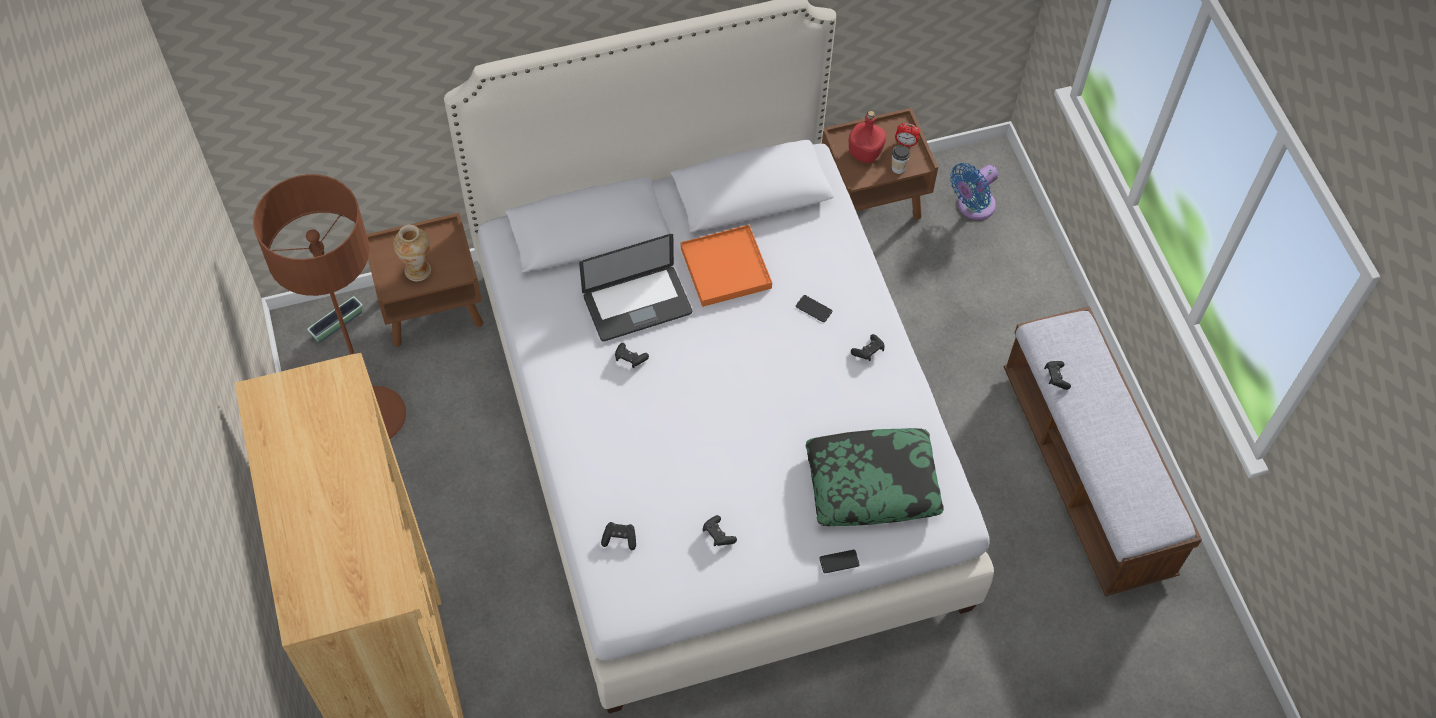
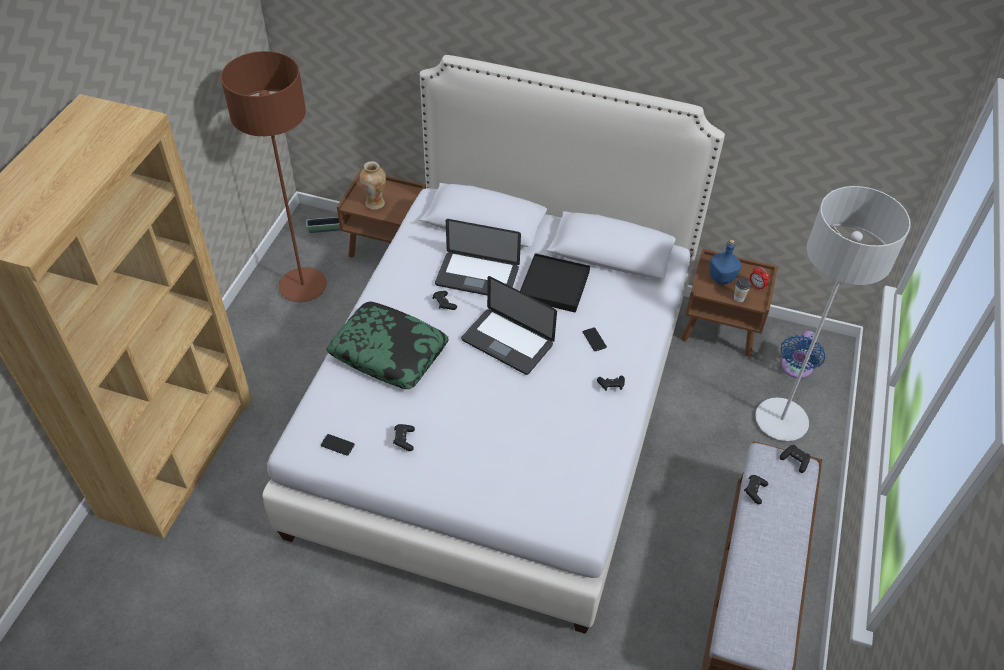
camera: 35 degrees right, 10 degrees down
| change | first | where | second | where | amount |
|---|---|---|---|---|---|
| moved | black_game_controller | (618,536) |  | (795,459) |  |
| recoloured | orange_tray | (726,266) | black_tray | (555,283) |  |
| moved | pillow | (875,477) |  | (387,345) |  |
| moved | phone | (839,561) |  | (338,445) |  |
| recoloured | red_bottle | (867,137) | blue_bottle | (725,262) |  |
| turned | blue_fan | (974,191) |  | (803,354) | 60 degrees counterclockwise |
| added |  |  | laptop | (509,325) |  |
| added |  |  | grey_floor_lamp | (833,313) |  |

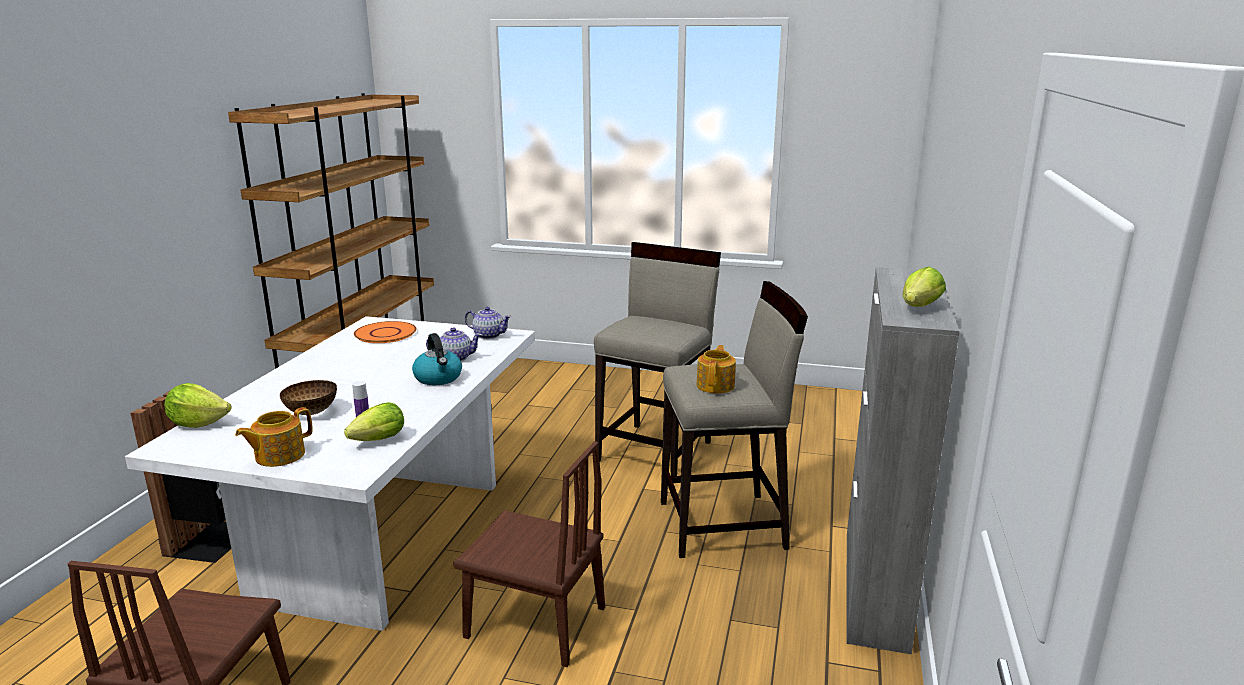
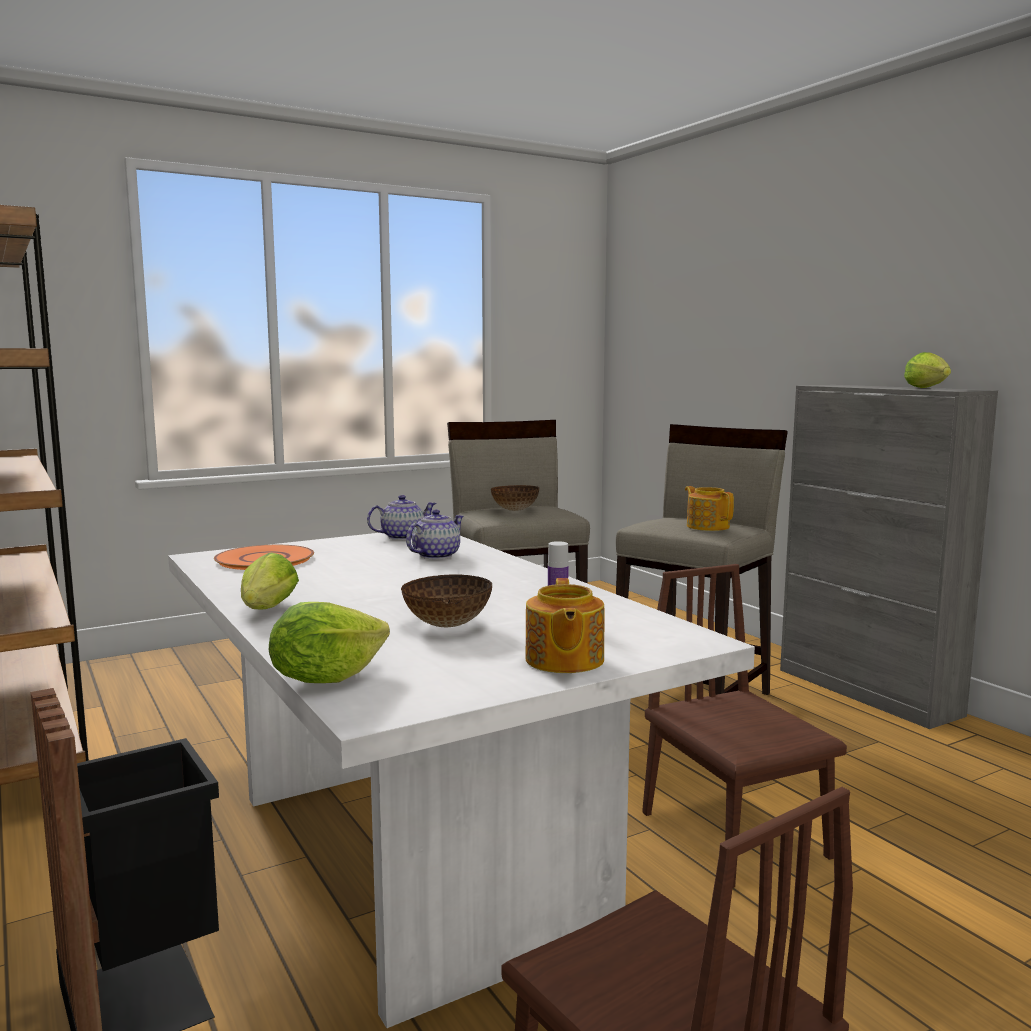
camera: 45 degrees left, 10 degrees down
| change | first | where | second | where | amount |
|---|---|---|---|---|---|
| moved | lettuce | (374,421) |  | (270,581) |  |
| removed | kettle | (437,359) |  |  |  |
| turned | brown_chair | (529,554) |  | (744,726) | 90 degrees counterclockwise |
| added |  |  | bowl | (515,498) |  |

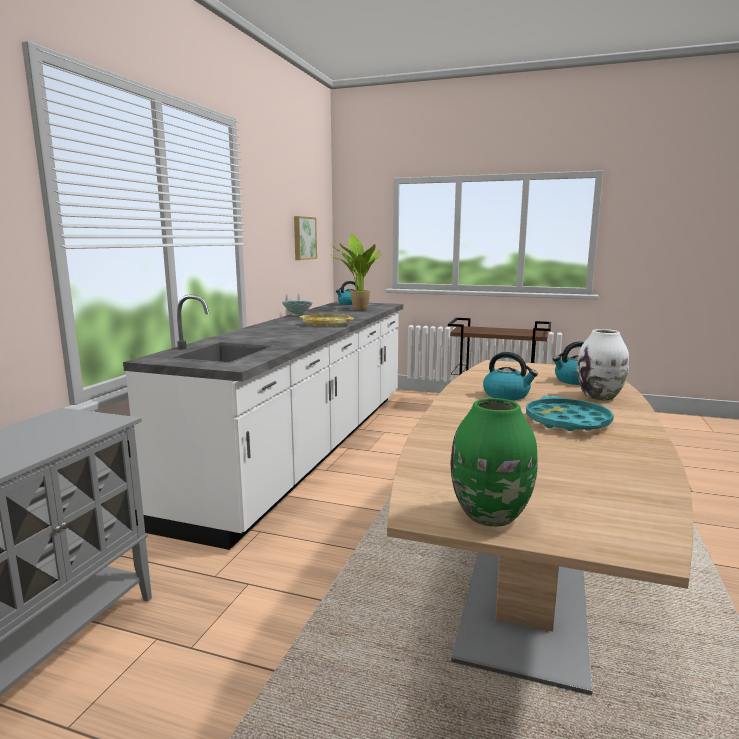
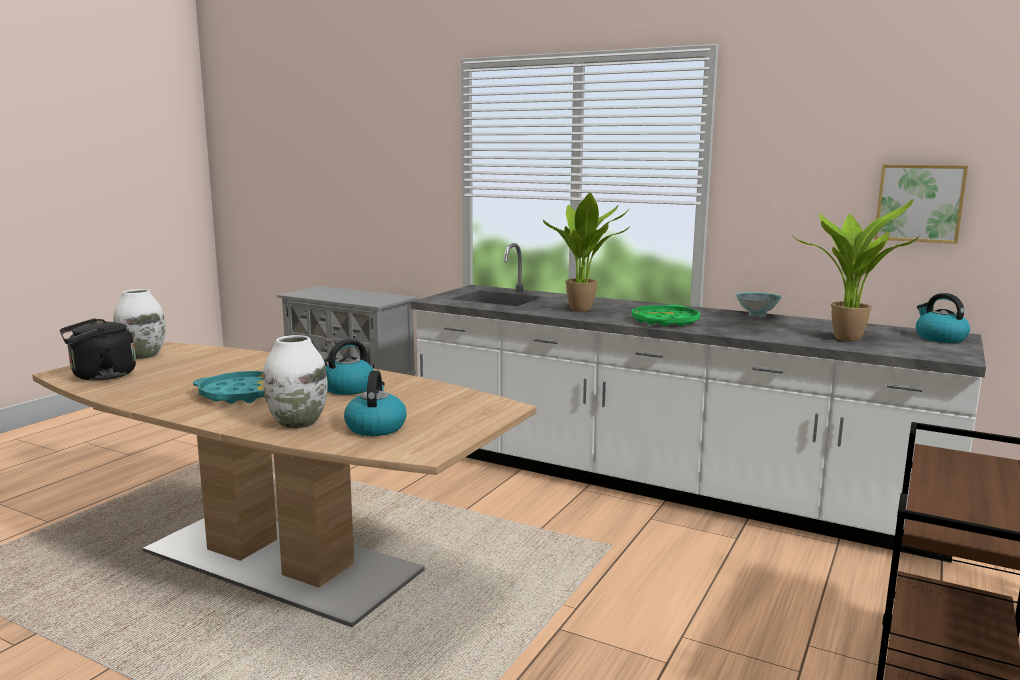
camera: 100 degrees right, 0 degrees up
| change | first | where | second | where | amount |
|---|---|---|---|---|---|
| recoloured | yellow_tray | (327,320) | green_tray | (666,315) |  |
| recoloured | green_vase | (494,462) | white_vase | (139,324) |  |
| added |  |  | black_kettle | (98,349) |  |
| added |  |  | potted_plant | (586,252) |  |

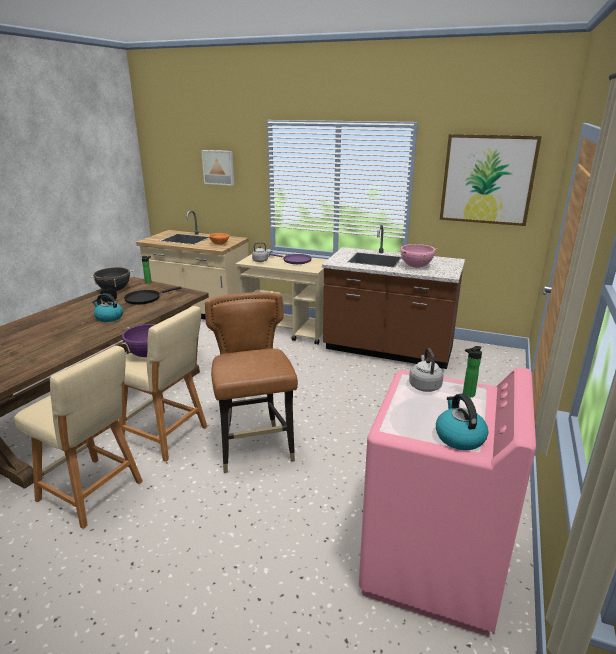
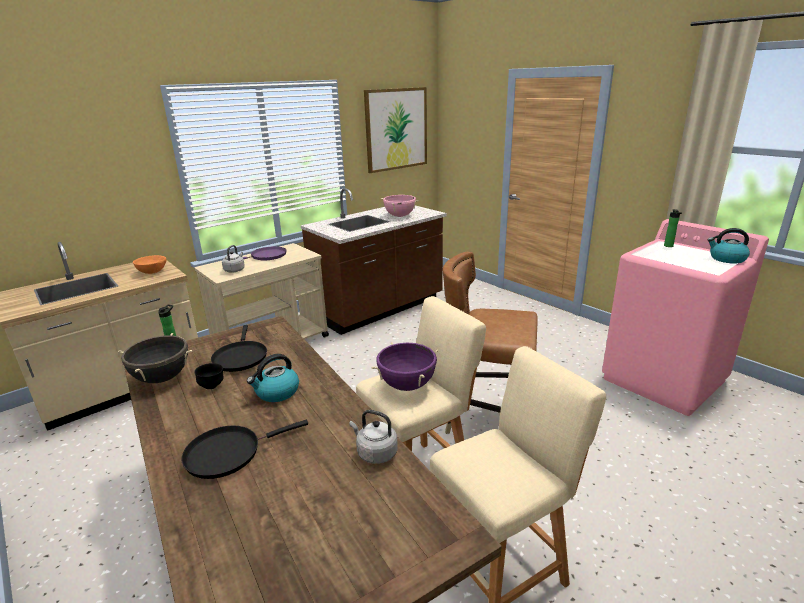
camera: 60 degrees left, 0 degrees up
| change | first | where | second | where | amount |
|---|---|---|---|---|---|
| removed | picture | (217,168) |  |  |  |
| moved | grey_kettle | (426,370) |  | (373,437) |  |
| added |  |  | black_frying_pan | (245,449) |  |

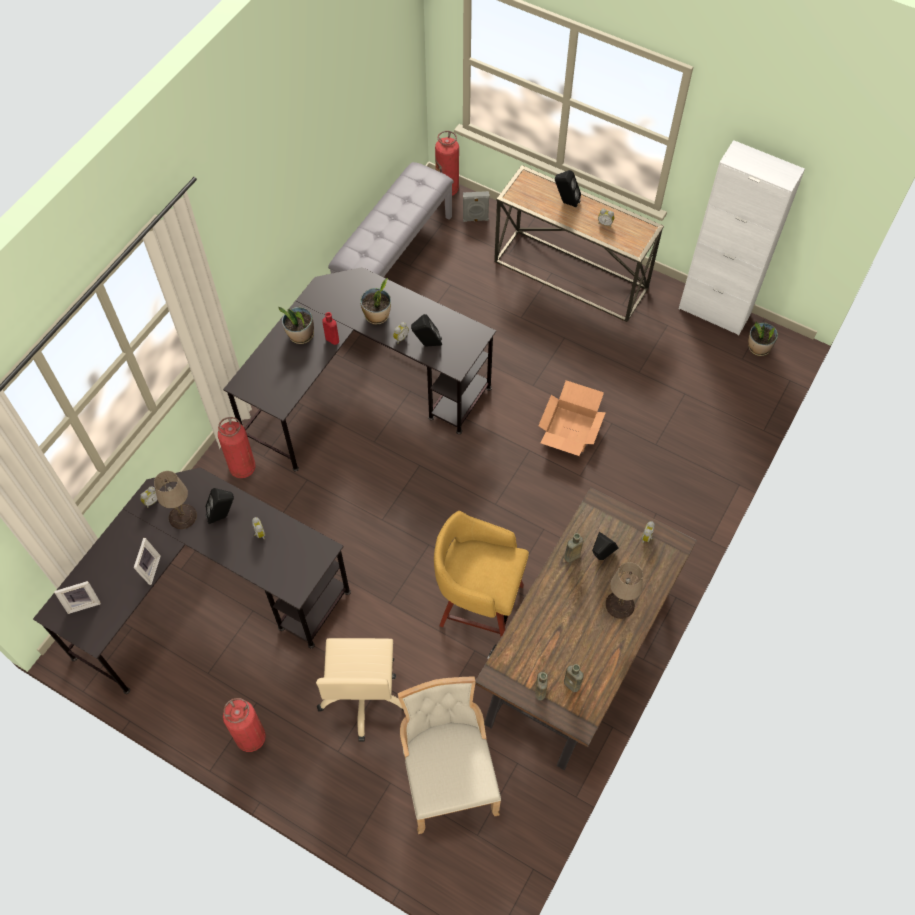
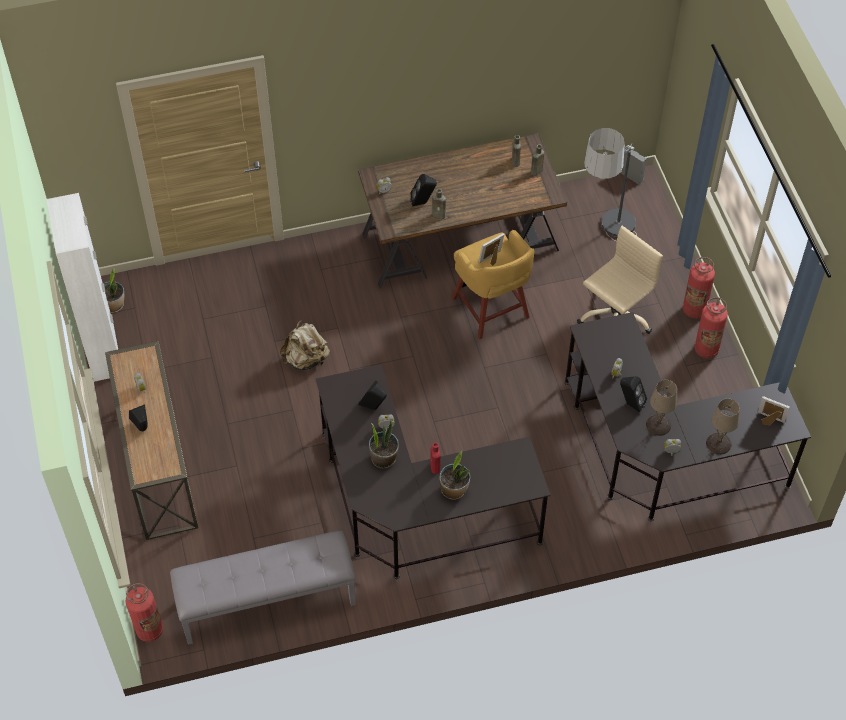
camera: 135 degrees left, 5 degrees down
| change | first | where | second | where | amount |
|---|---|---|---|---|---|
| moved | picture_frame | (147,561) |  | (491,250) |  |
| moved | fire_extinguisher | (237,447) |  | (699,287) |  |
| replaced | beige_chair | (449,755) | floor_lamp | (610,185) |  |
| moved | grey_speaker | (476,206) |  | (633,165) |  |
| replaced | cardboard_box | (572,418) | beige_backpack | (305,345) |  |
| moved | beige_table_lamp | (624,590) |  | (723,427) |  |

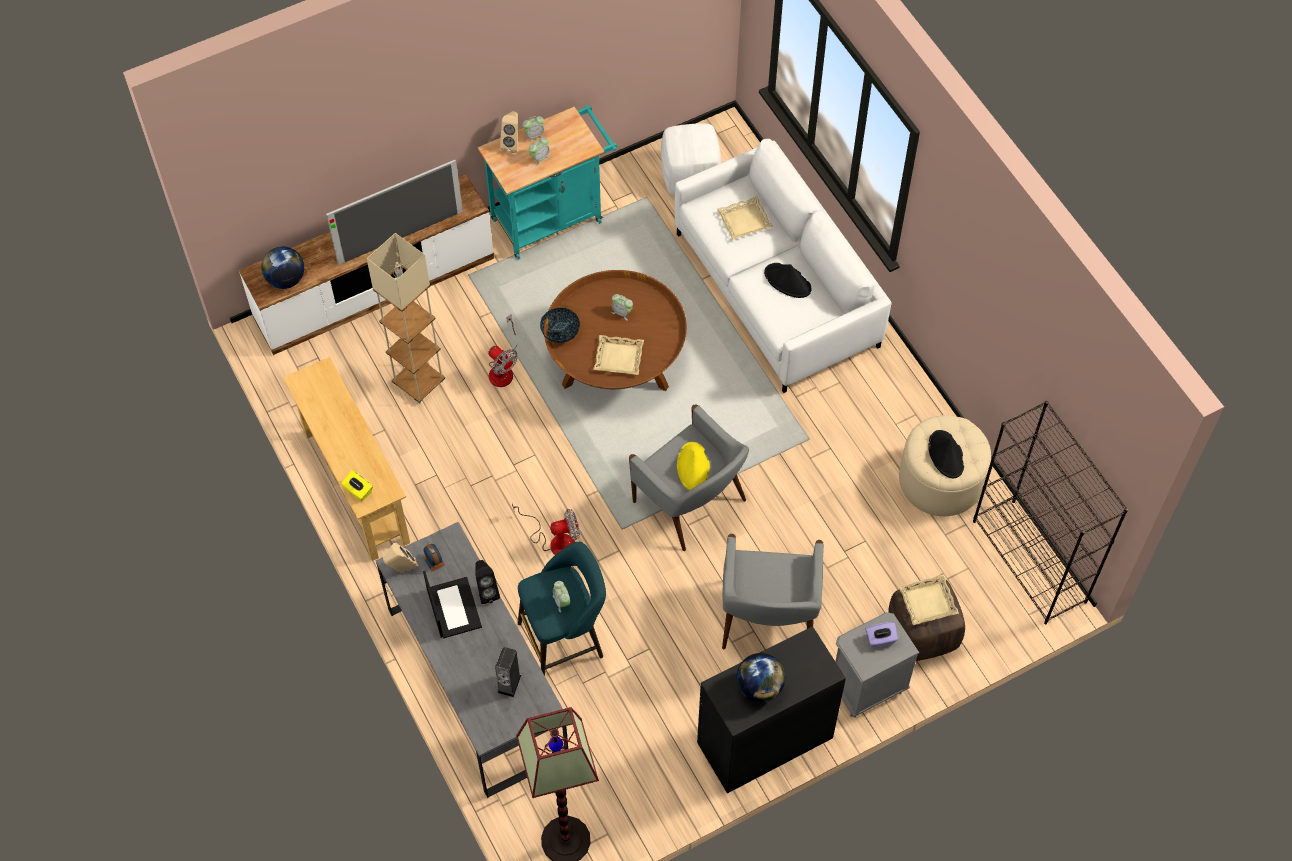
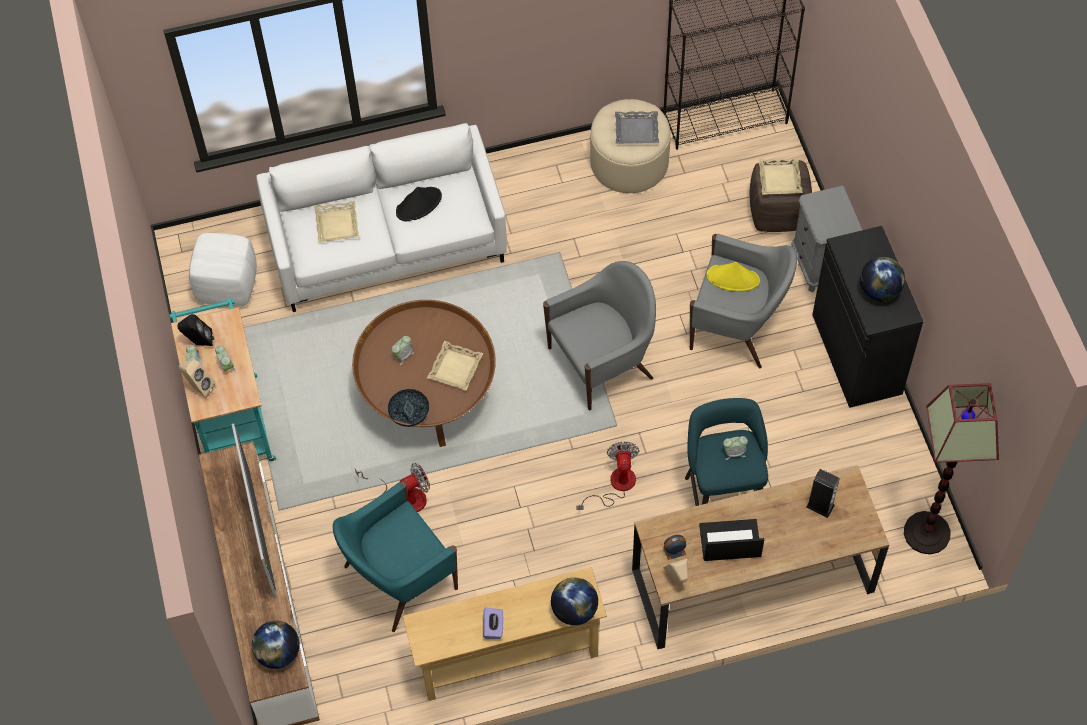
camera: 75 degrees left, 0 degrees up
| change | first | where | second | where | amount |
|---|---|---|---|---|---|
| replaced | yellow_tissue_box | (357,485) | globe | (574,601) |  |
| replaced | beige_floor_lamp | (406,318) | turquoise_armchair | (395,557) |  |
| recoloured | grey_desk | (472,660) | brown_desk | (760,557) |  |
| moved | black_speaker | (488,582) |  | (196,330) |  |
| moved | yellow_hat | (693,466) |  | (733,277) |  |
| moved | purple_tissue_box | (881,634) |  | (493,623) |  |
| replaced | black_hat | (946,454) | grey_tray | (637,127) |  |

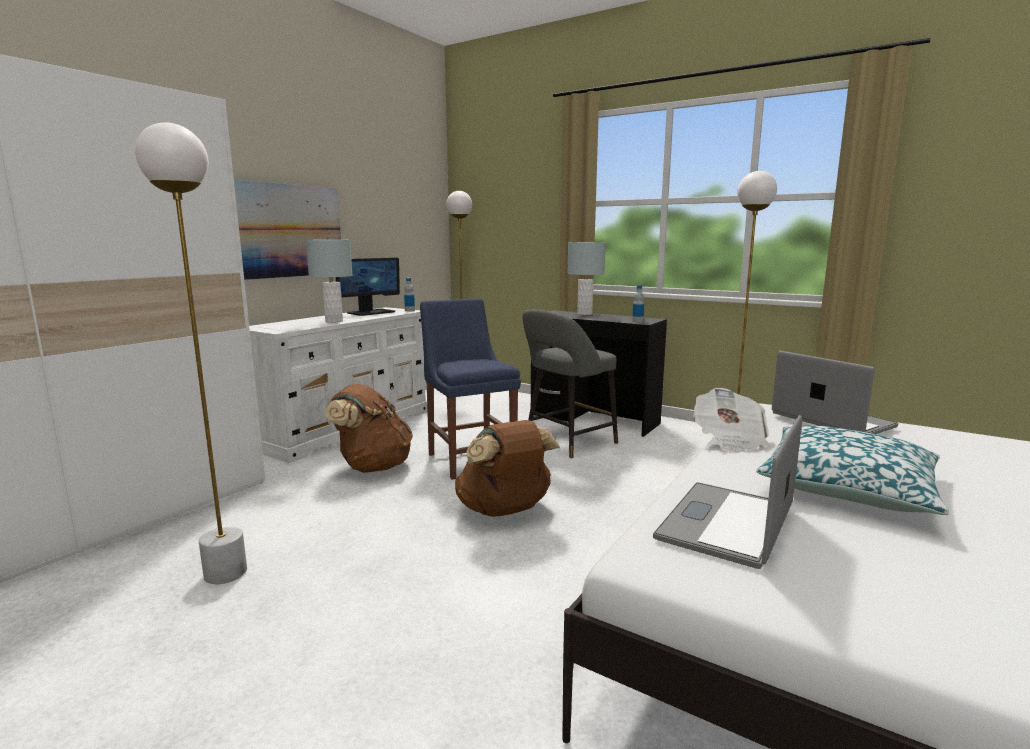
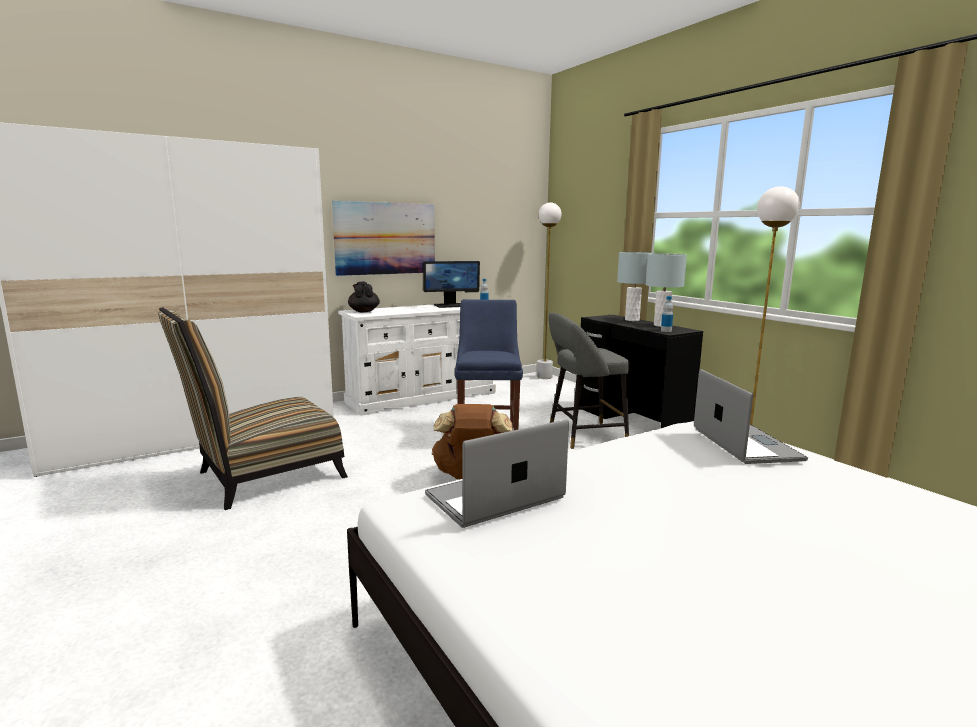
camera: 25 degrees right, 0 degrees up
| change | first | where | second | where | amount |
|---|---|---|---|---|---|
| replaced | white_floor_lamp | (191,353) | chair | (253,408) |  |
| moved | grey_table_lamp | (329,281) |  | (666,290) |  |
| removed | brown_backpack | (369,428) |  |  |  |
| removed | newspaper | (731,420) |  |  |  |
| removed | pillow | (853,470) |  |  |  |
| added |  |  | black_teapot | (364,297) |  |

